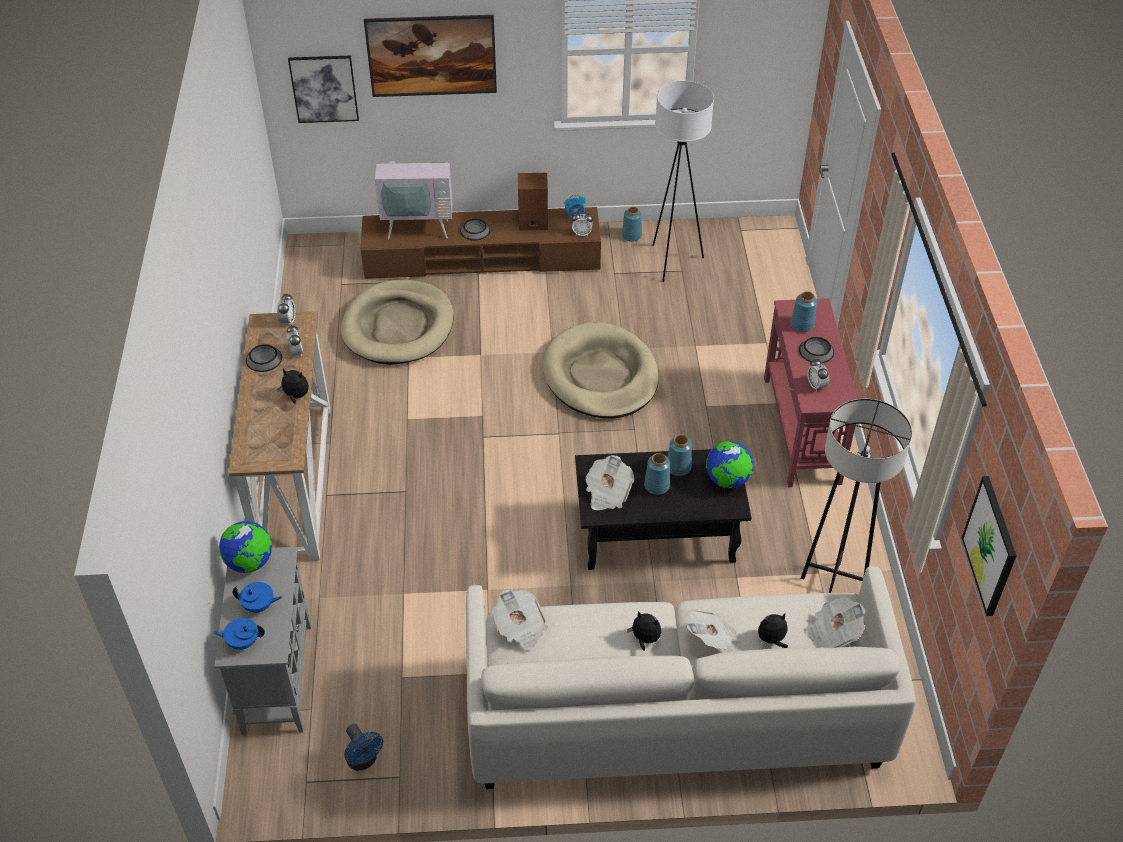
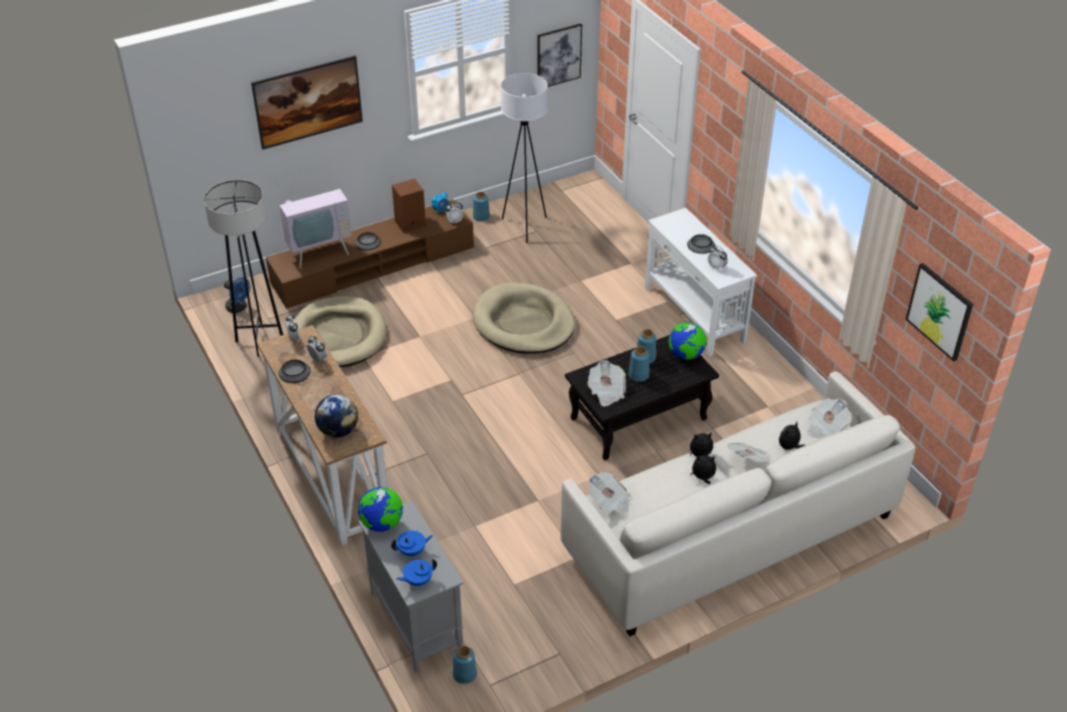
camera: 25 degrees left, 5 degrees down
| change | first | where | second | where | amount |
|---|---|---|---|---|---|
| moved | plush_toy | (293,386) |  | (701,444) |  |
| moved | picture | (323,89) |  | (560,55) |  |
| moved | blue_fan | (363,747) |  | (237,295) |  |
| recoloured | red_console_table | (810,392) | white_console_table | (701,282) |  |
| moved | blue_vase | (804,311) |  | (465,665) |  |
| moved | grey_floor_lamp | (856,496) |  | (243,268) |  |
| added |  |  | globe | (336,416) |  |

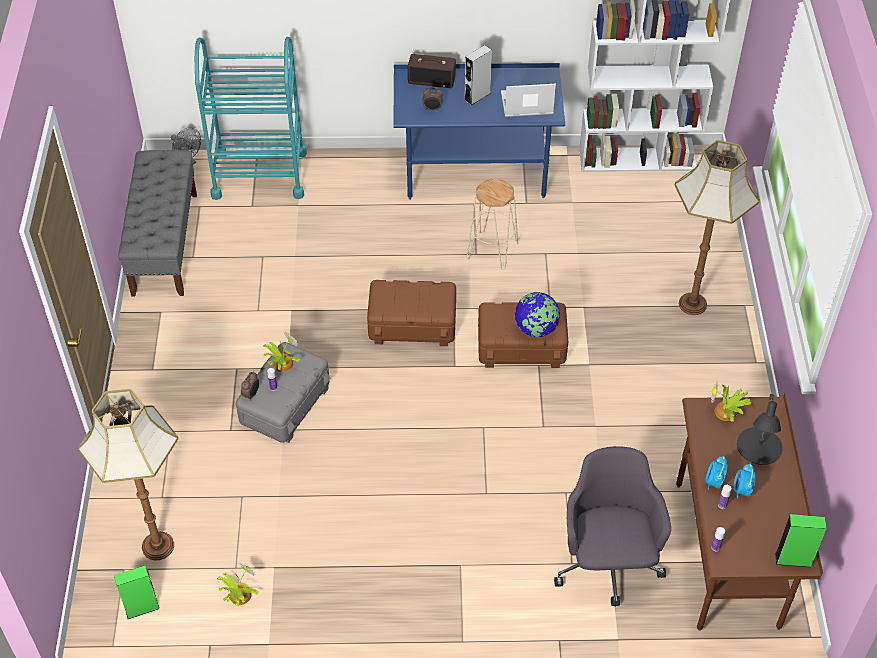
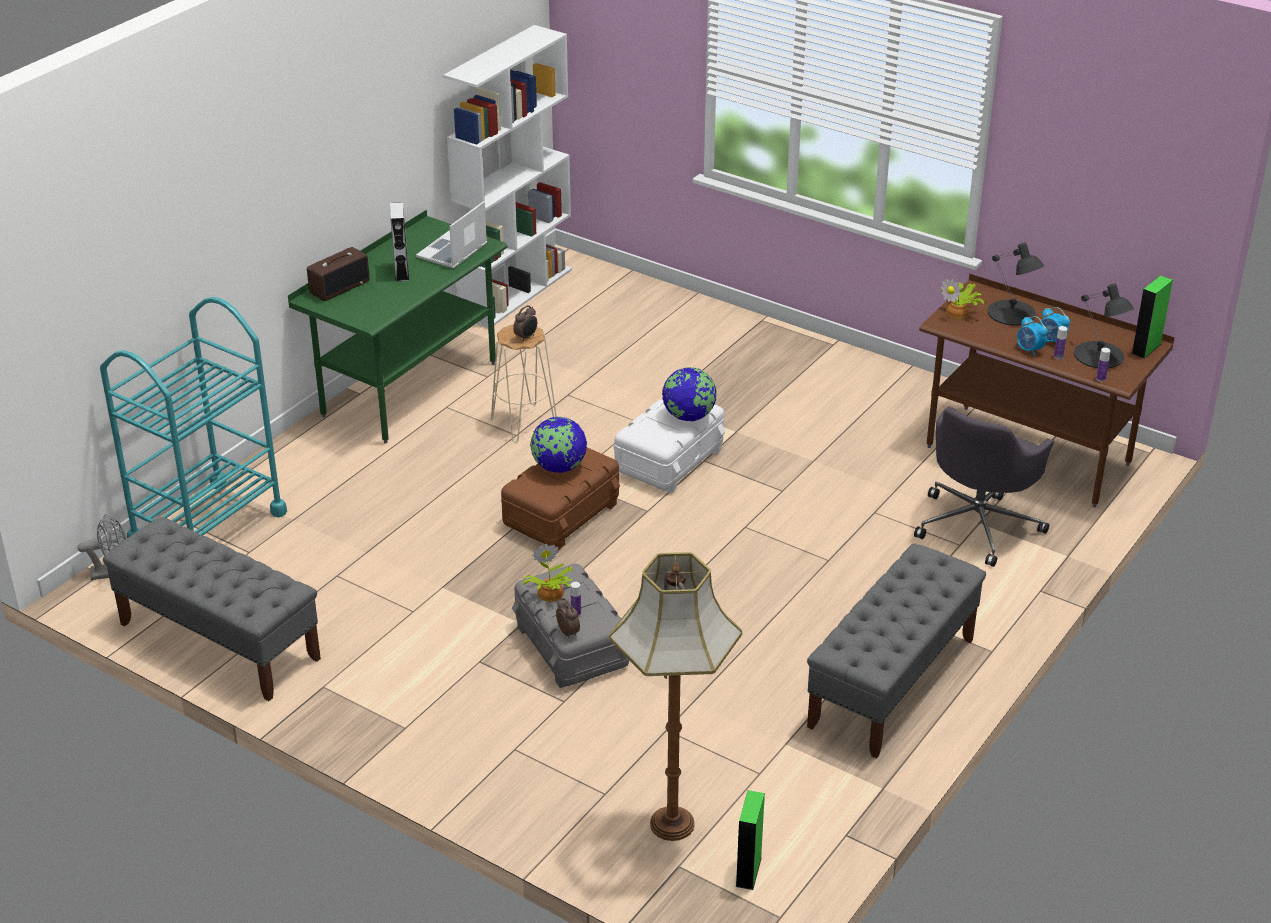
camera: 55 degrees left, 15 degrees down
| change | first | where | second | where | amount |
|---|---|---|---|---|---|
| removed | potted_plant | (238,584) |  |  |  |
| recoloured | blue_desk | (479,131) | green_desk | (397,327) |  |
| moved | alarm_clock | (432,99) |  | (525,323) |  |
| recoloured | brown_storage_box | (523,335) | white_storage_box | (669,445) |  |
| turned | grey_office_chair | (612,526) |  | (984,487) | 90 degrees counterclockwise |
| removed | floor_lamp | (717,227) |  |  |  |
| added |  |  | globe | (558,445) |  |
| added |  |  | grey_bench | (896,651) |  |
| added |  |  | black_table_lamp | (1104,325) |  |

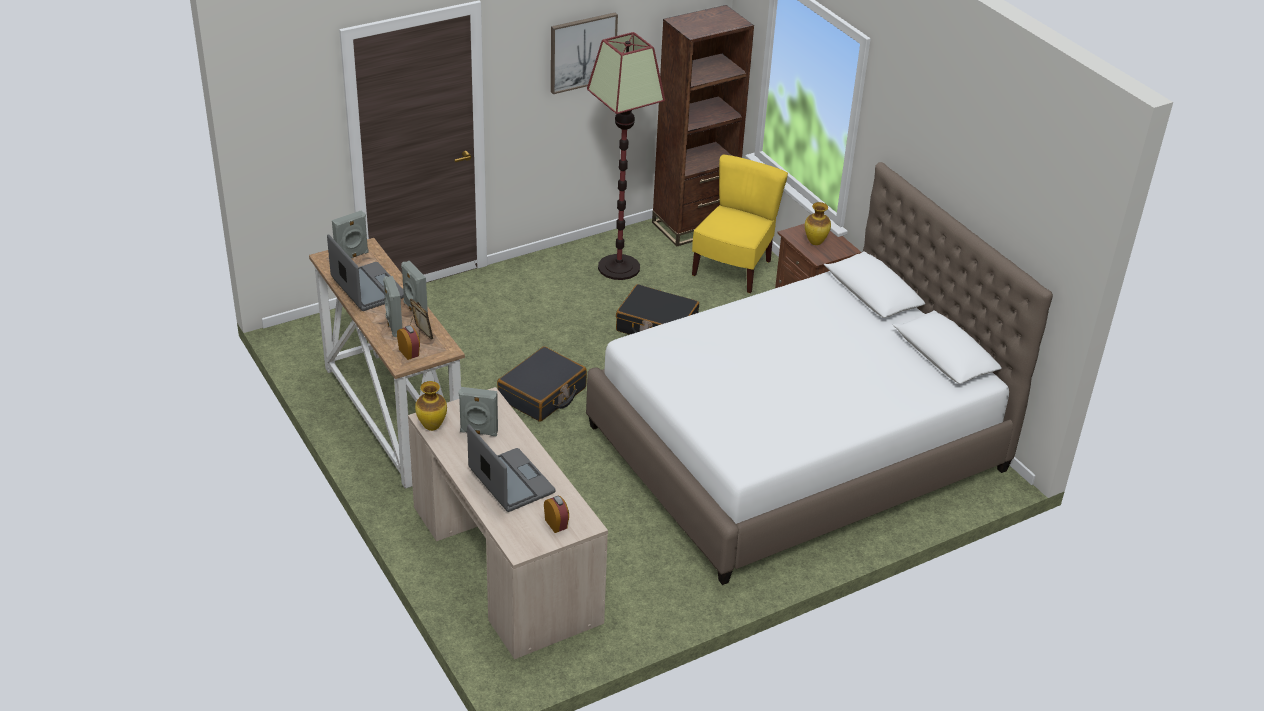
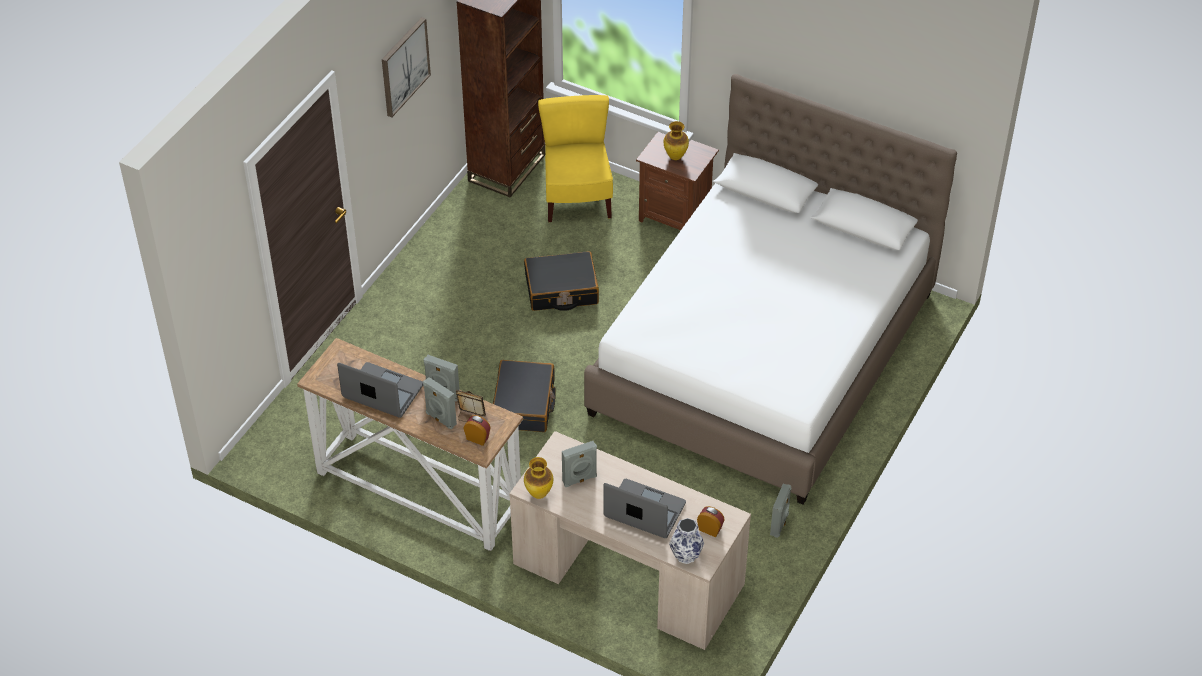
camera: 30 degrees left, 10 degrees up
| change | first | where | second | where | amount |
|---|---|---|---|---|---|
| moved | grey_speaker | (350,234) |  | (781,511) |  |
| removed | floor_lamp | (626,156) |  |  |  |
| added |  |  | vase | (686,541) |  |

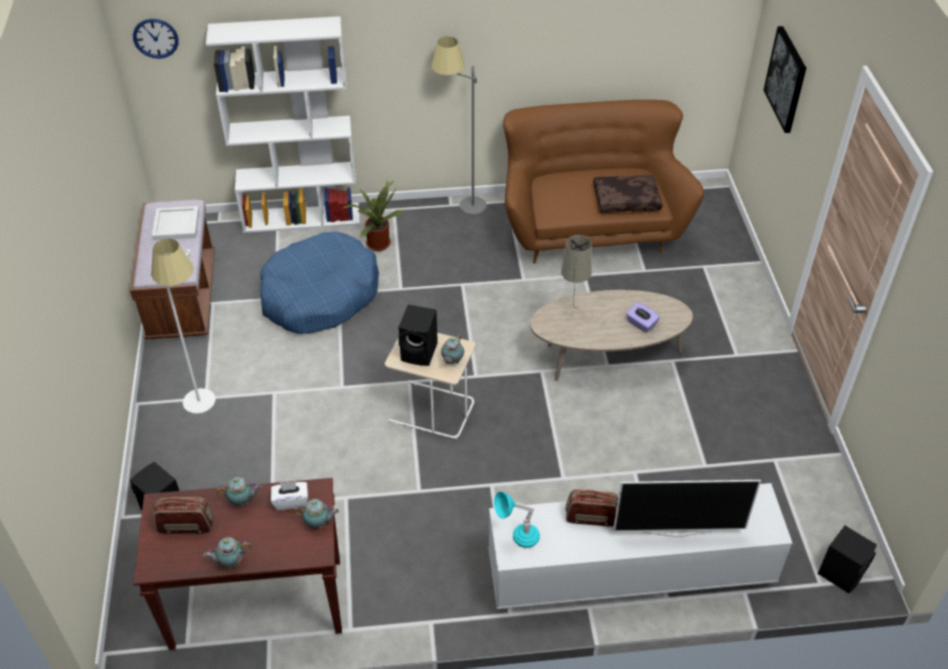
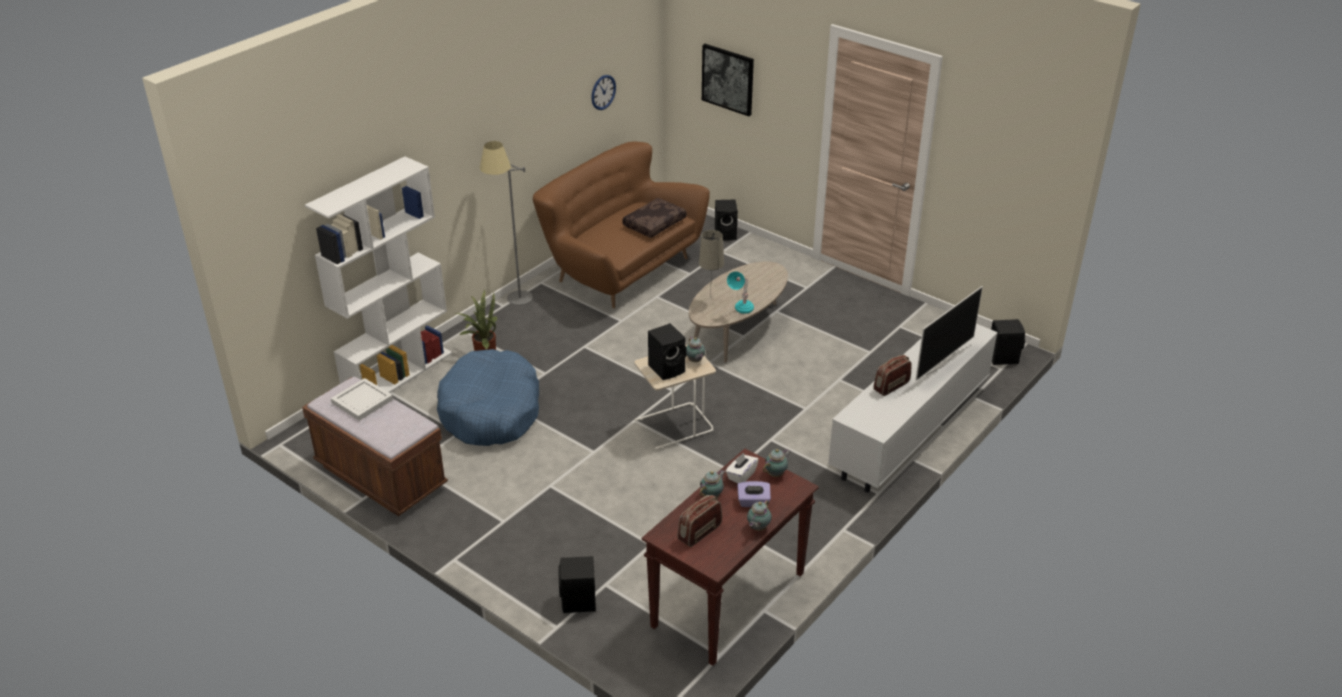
camera: 45 degrees left, 10 degrees down
| change | first | where | second | where | amount |
|---|---|---|---|---|---|
| moved | wall_clock | (156,39) |  | (603,92) |  |
| removed | white_floor_lamp | (183,326) |  |  |  |
| moved | turquoise_table_lamp | (517,520) |  | (740,293) |  |
| moved | purple_tissue_box | (643,317) |  | (754,494) |  |
| added |  |  | black_speaker | (726,220) |  |

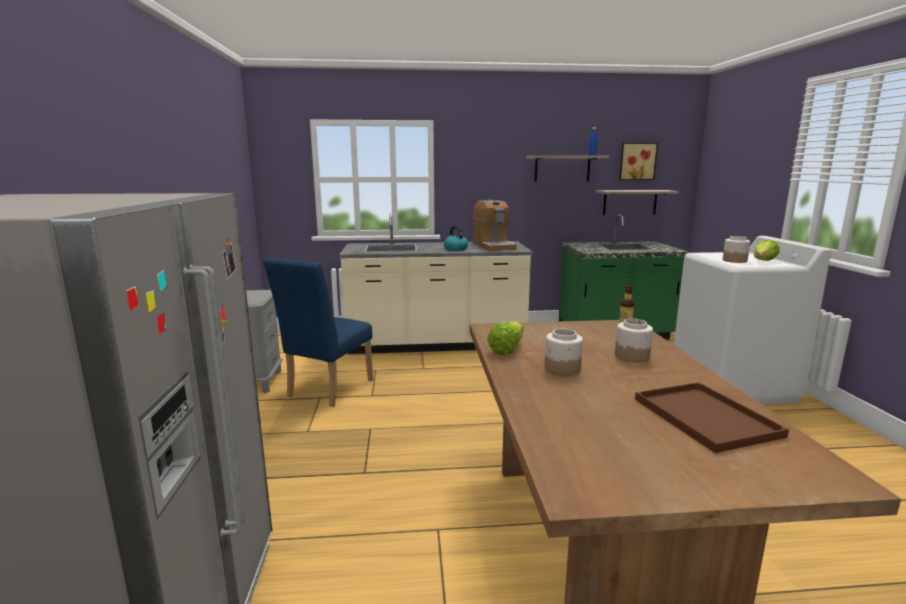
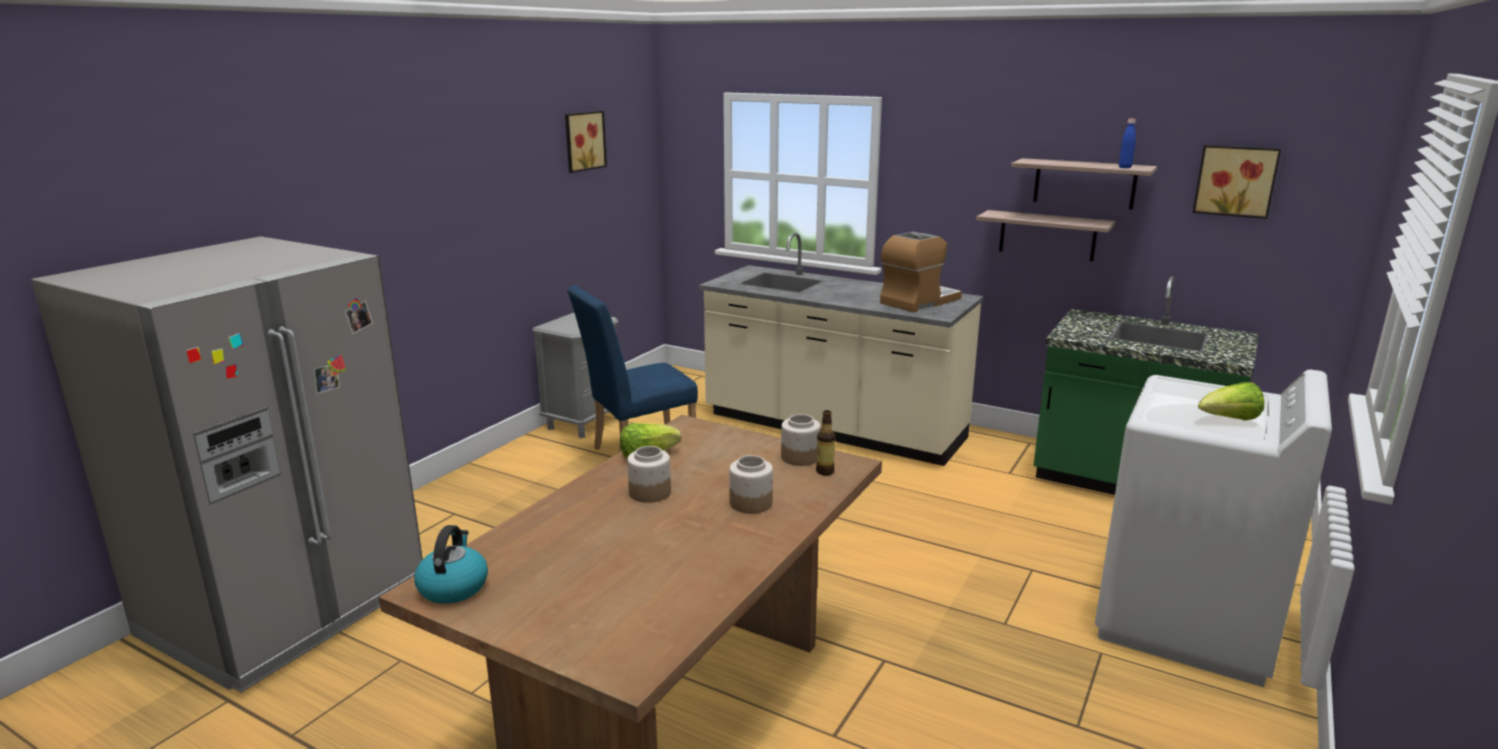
camera: 35 degrees right, 5 degrees up
| change | first | where | second | where | amount |
|---|---|---|---|---|---|
| moved | kettle | (456,238) |  | (451,564) |  |
| turned | coffee_machine | (495,225) |  | (921,272) | 150 degrees counterclockwise |
| moved | shelf | (637,202) |  | (1046,236) |  |
| removed | brown_tray | (712,417) |  |  |  |
| moved | jar | (736,249) |  | (801,440) |  |
| added |  |  | picture | (586,142) |  |

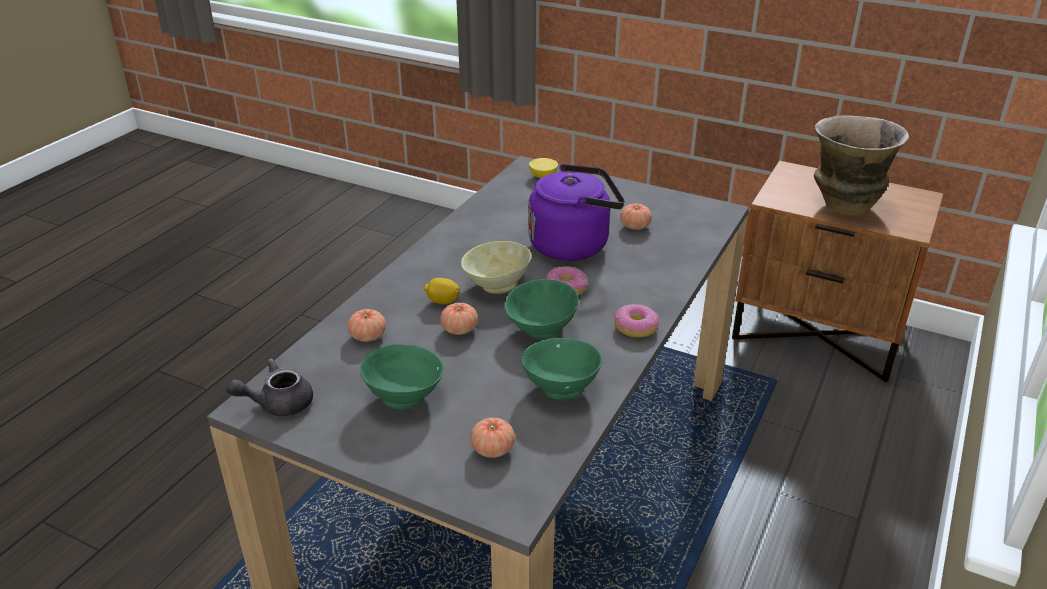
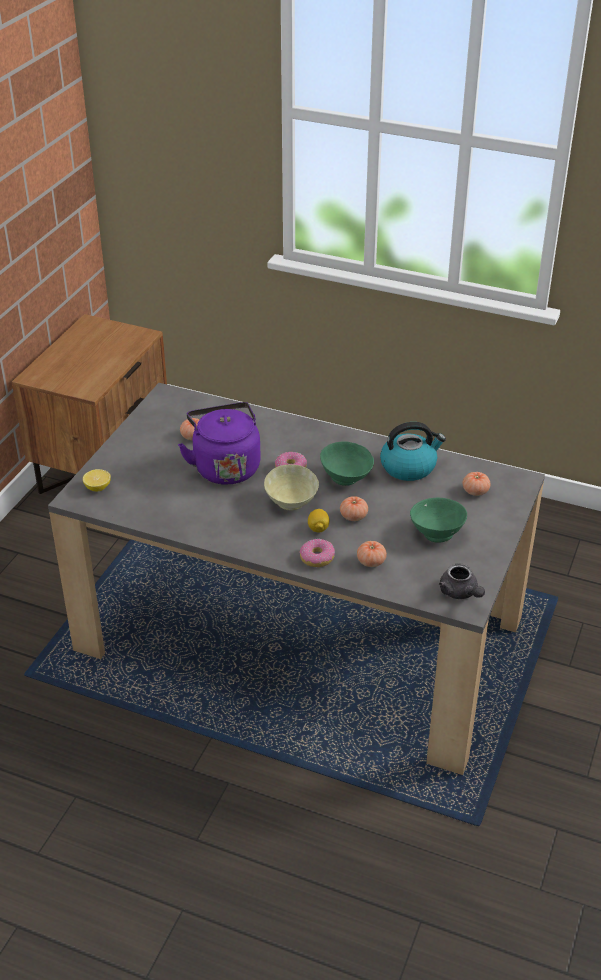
camera: 95 degrees left, 5 degrees up
| change | first | where | second | where | amount |
|---|---|---|---|---|---|
| replaced | green_bowl | (562,369) | kettle | (413,451) |  |
| moved | donut | (636,320) |  | (317,553) |  |
| removed | vase | (861,165) |  |  |  |

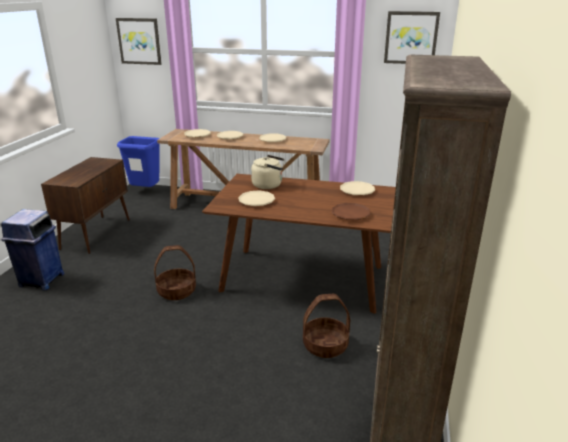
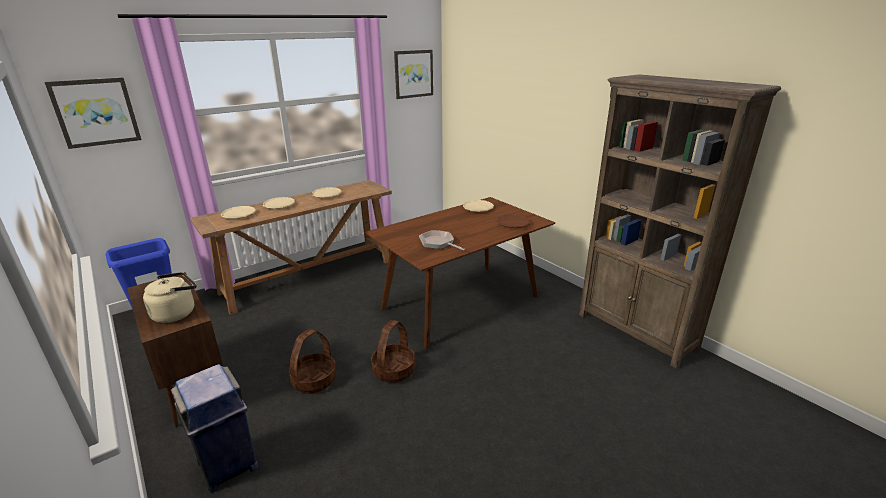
camera: 50 degrees left, 0 degrees up
| change | first | where | second | where | amount |
|---|---|---|---|---|---|
| replaced | beige_plate | (256,198) | frying_pan | (442,240) |  |
| moved | beige_kettle | (268,172) |  | (169,297) |  |
| moved | basket | (326,326) |  | (312,361) |  |

